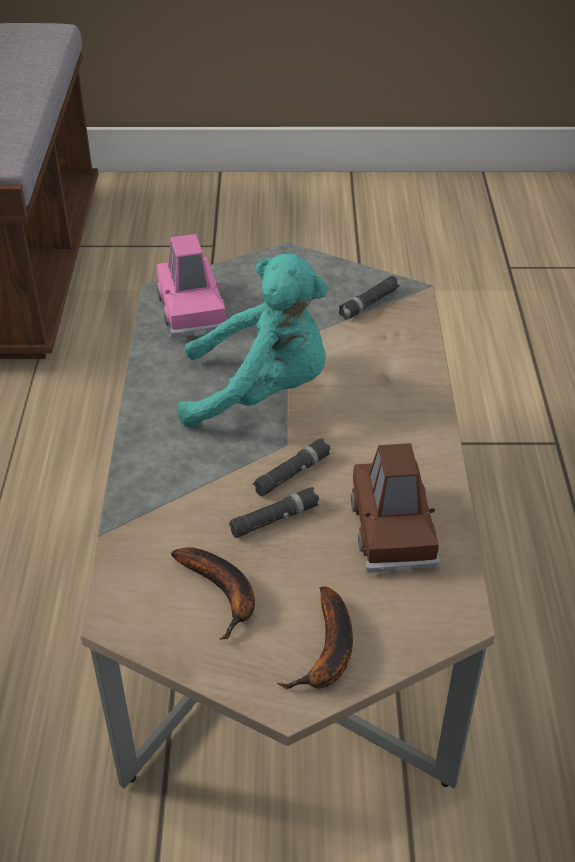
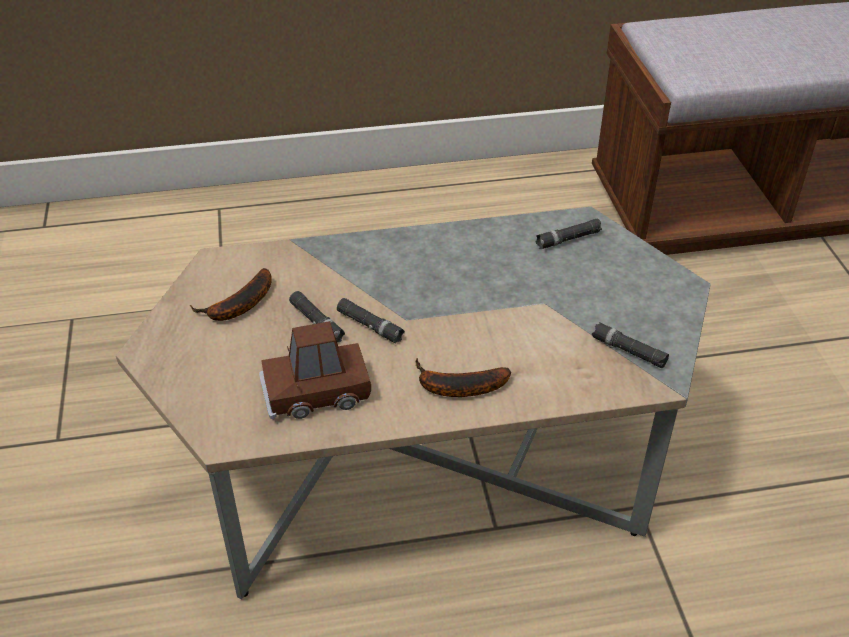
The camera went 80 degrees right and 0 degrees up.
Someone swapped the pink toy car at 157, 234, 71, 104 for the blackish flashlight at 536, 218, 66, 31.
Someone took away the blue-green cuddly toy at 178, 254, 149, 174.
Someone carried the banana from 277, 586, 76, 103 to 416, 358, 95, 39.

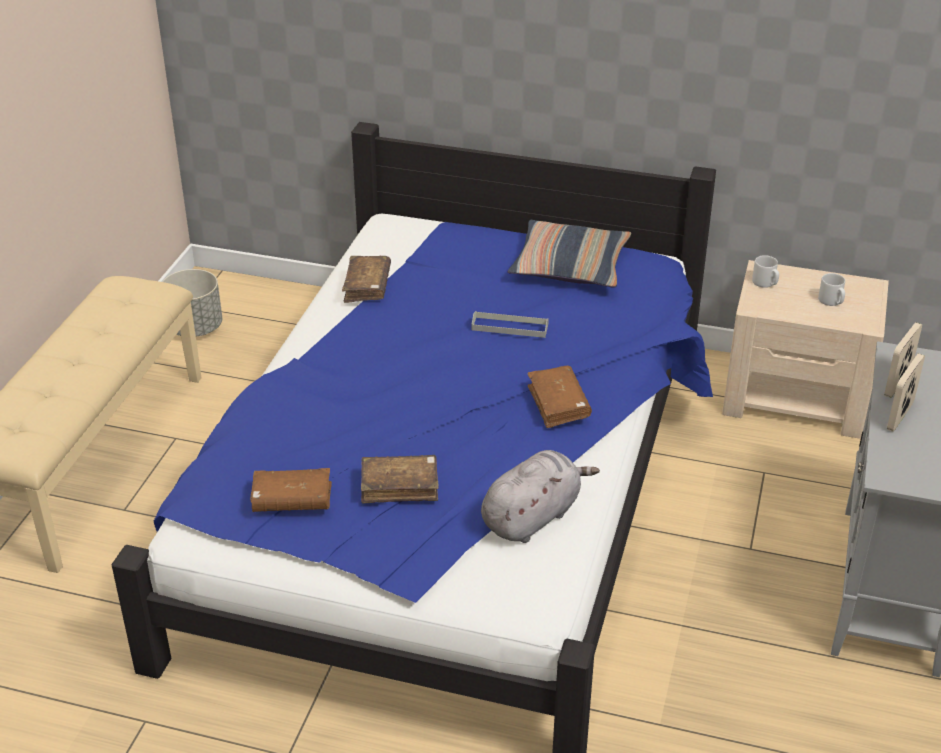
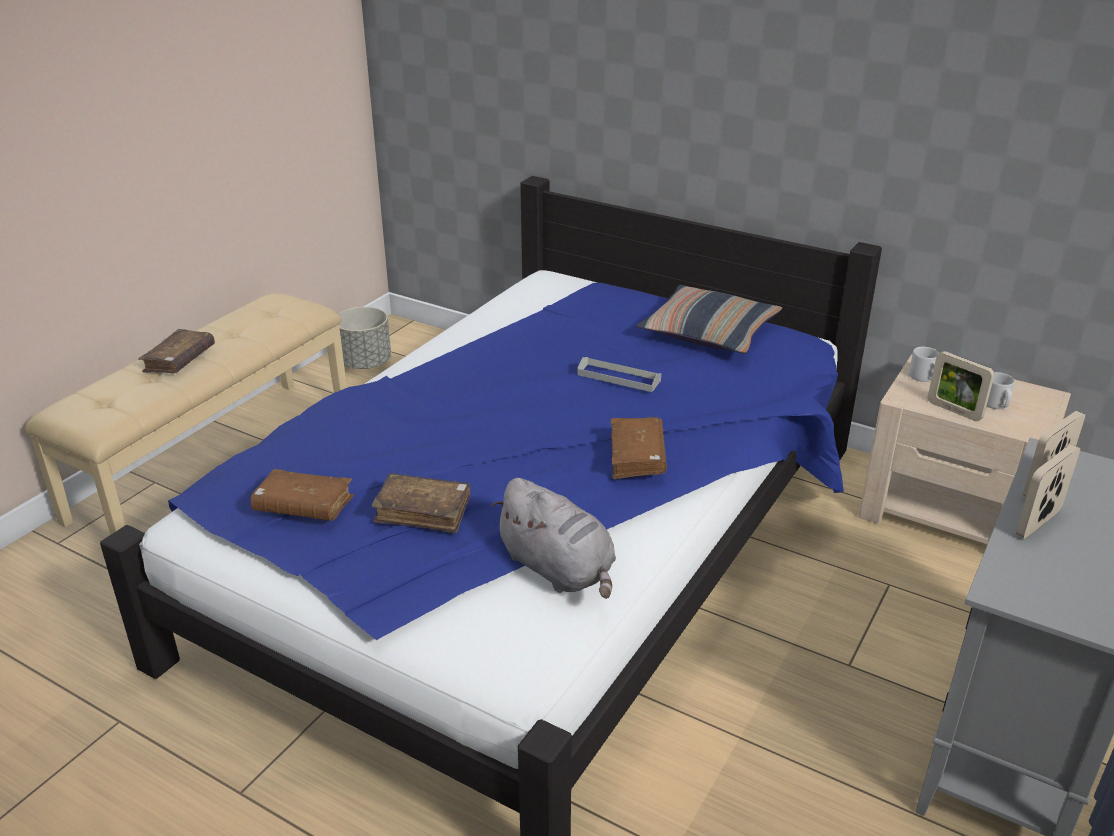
The camera went 15 degrees right and 5 degrees down.
Someone carried the brownish volume from 342, 256, 49, 47 to 138, 329, 77, 44.
Someone rotated the gray cuddly toy at 481, 450, 119, 93 by 75 degrees clockwise.
Someone put down the photo frame at 928, 351, 67, 70.

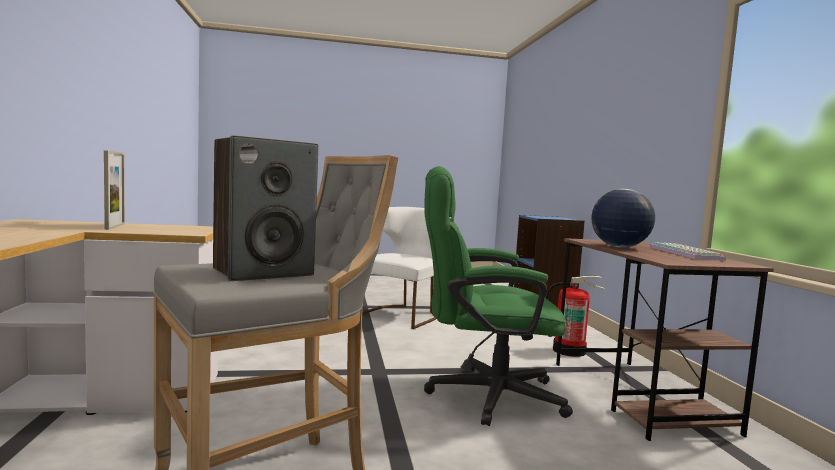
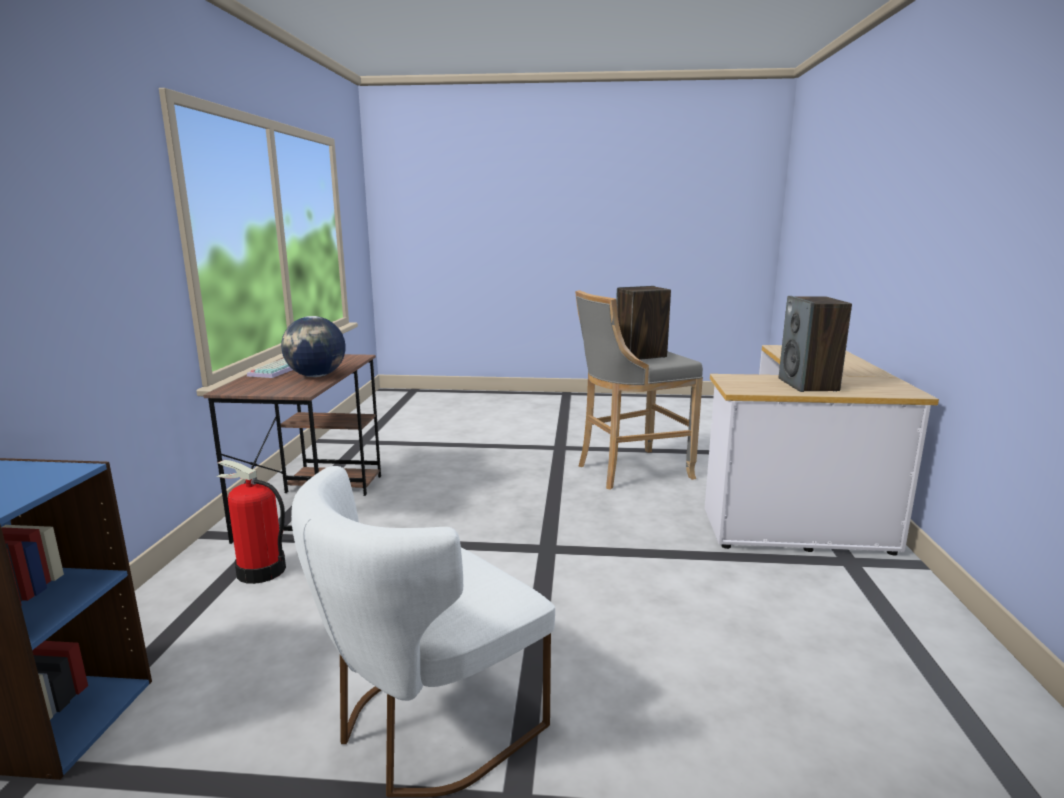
The camera went 165 degrees left and 10 degrees up.
Someone swapped the photo frame at 104, 150, 21, 80 for the loudspeaker at 779, 296, 73, 96.
Someone took away the green-coloured desk chair at 424, 166, 149, 260.

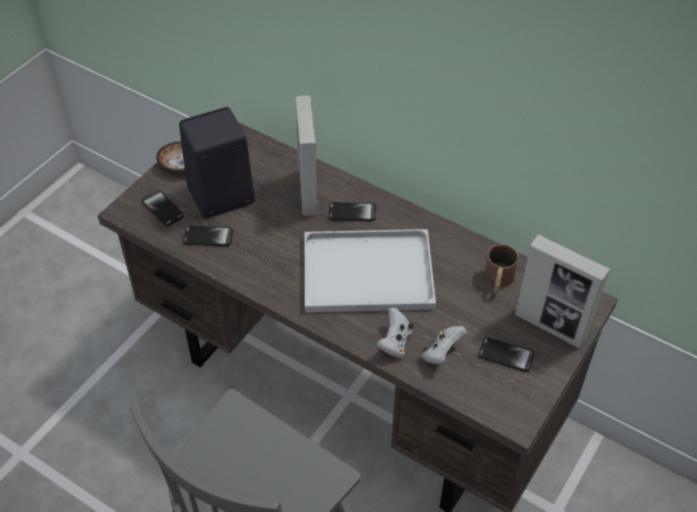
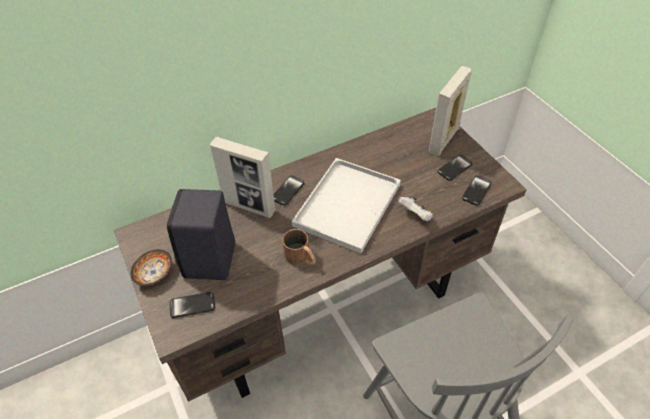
The camera went 60 degrees left and 0 degrees up.
Someone carried the phone from 183, 226, 50, 20 to 462, 176, 30, 30.
Someone took away the white joypad at 422, 326, 45, 38.
Someone carried the brownish mug from 484, 244, 35, 50 to 282, 229, 34, 36.
Someone rotated the photo frame at 515, 234, 95, 114 by 150 degrees clockwise.

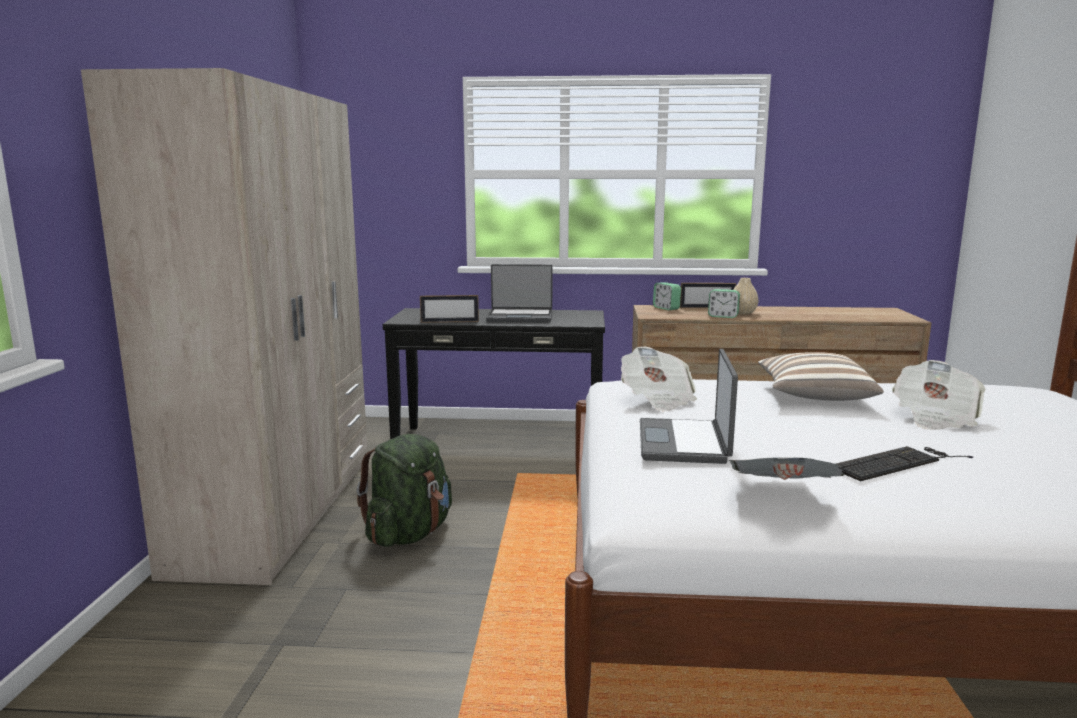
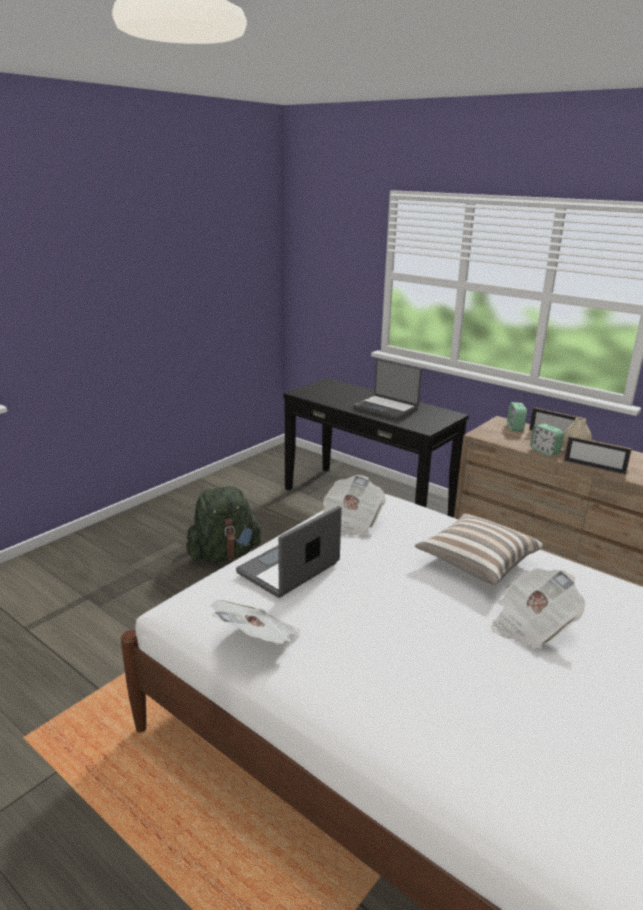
The camera went 35 degrees right and 10 degrees up.
Someone took away the beige armoire at 81, 68, 287, 517.
Someone carried the photo frame from 420, 295, 59, 28 to 564, 436, 68, 39.
Someone took away the PC keyboard at 836, 446, 137, 35.

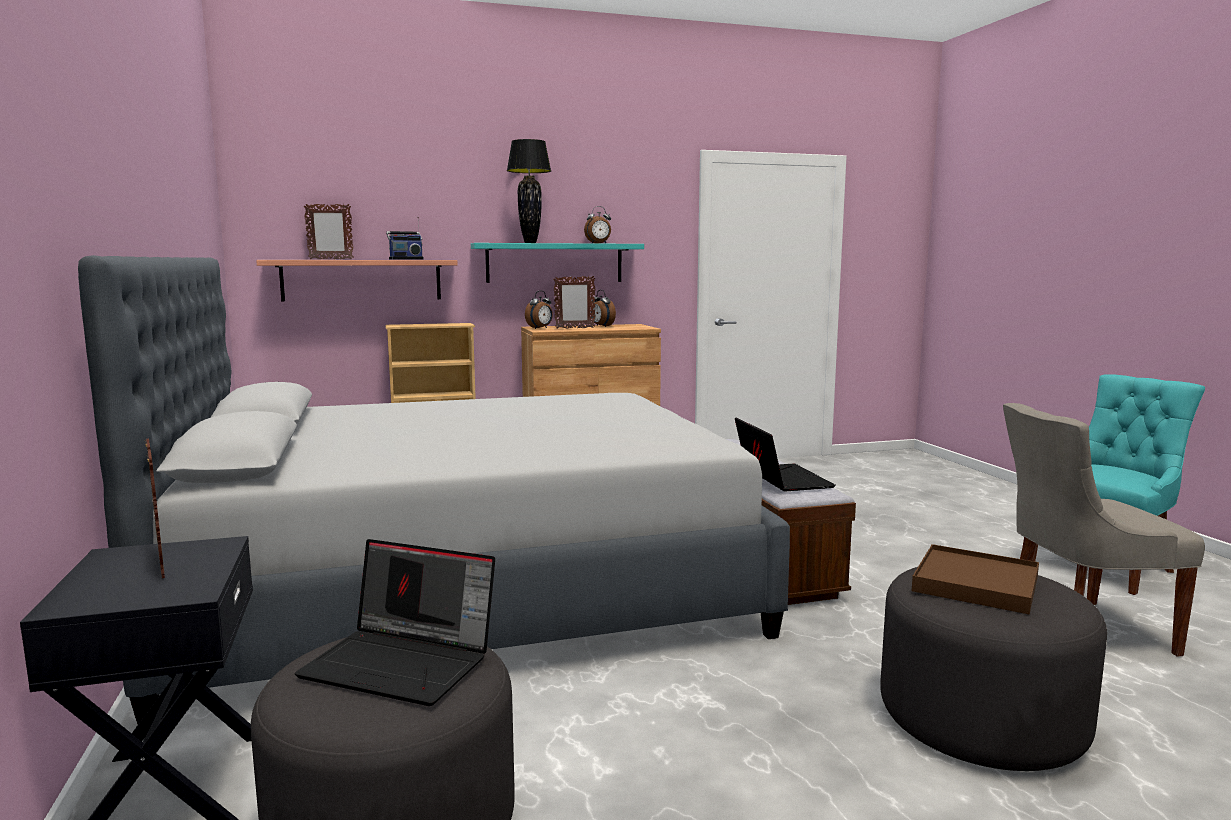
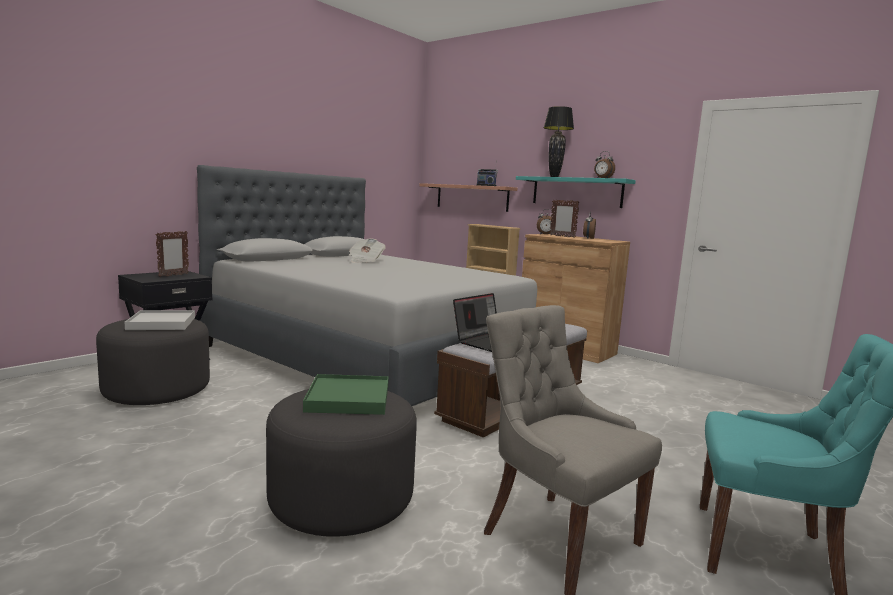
The camera went 55 degrees right and 0 degrees up.
Someone swapped the portable computer at 295, 539, 200, 167 for the white tray at 125, 310, 70, 20.
Someone took away the photo frame at 304, 204, 50, 55.
Someone repainted the brownish tray at 912, 544, 127, 70, which became the green-coloured tray at 303, 374, 86, 41.
Someone put down the printed paper at 349, 238, 37, 25.

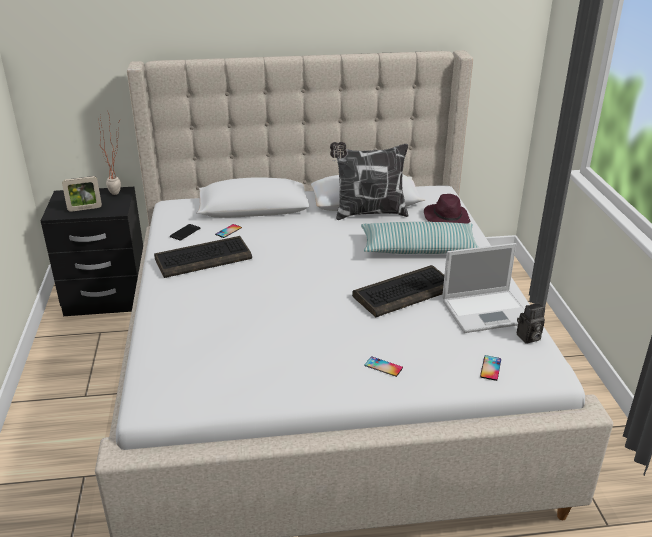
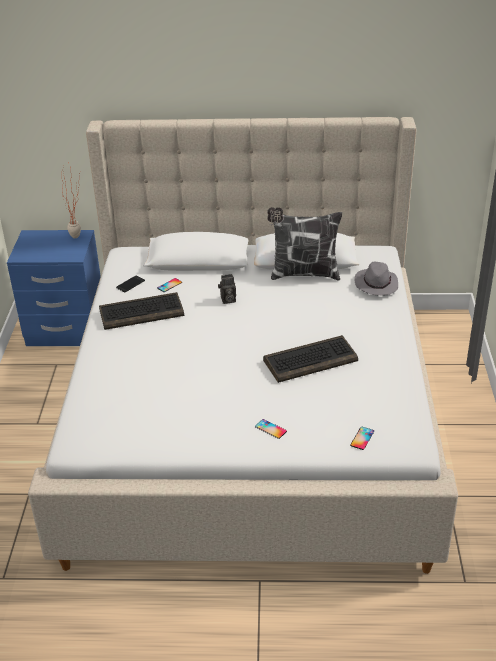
The camera went 10 degrees right and 5 degrees up.
Someone repainted the blackish night table at 41, 187, 102, 129, which became the bluish night table at 7, 230, 94, 116.
Someone took away the photo frame at 62, 176, 40, 36.
Someone took away the throw pillow at 361, 222, 118, 32.
Someone repainted the purplish clothing hat at 424, 194, 46, 29, which became the gray clothing hat at 354, 262, 44, 33.
Someone took away the portable computer at 442, 243, 83, 90.
Someone carried the photo camera from 517, 303, 28, 40 to 218, 274, 18, 30.

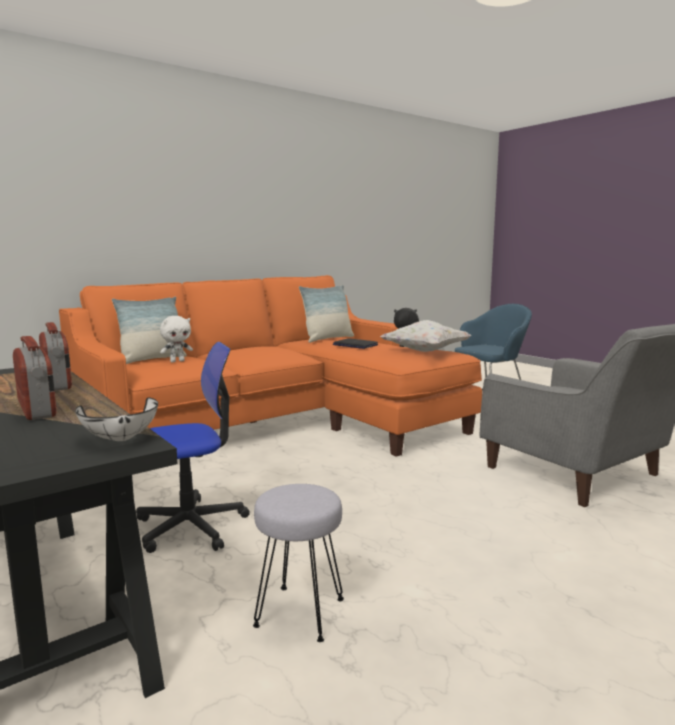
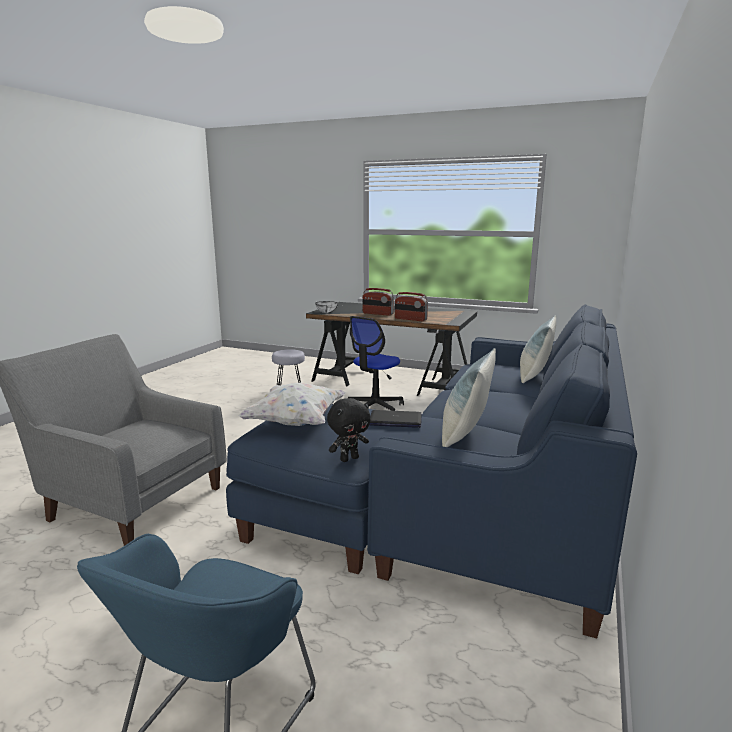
The camera went 150 degrees right and 5 degrees up.
Someone repainted the orangey sofa at 59, 275, 423, 182, which became the bluish sofa at 226, 304, 411, 334.
Someone took away the white cuddly toy at 160, 316, 33, 46.

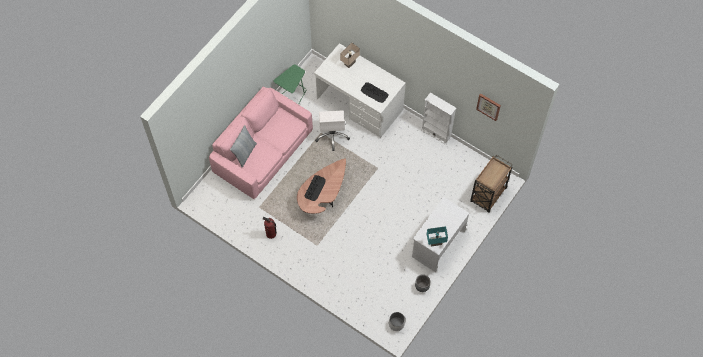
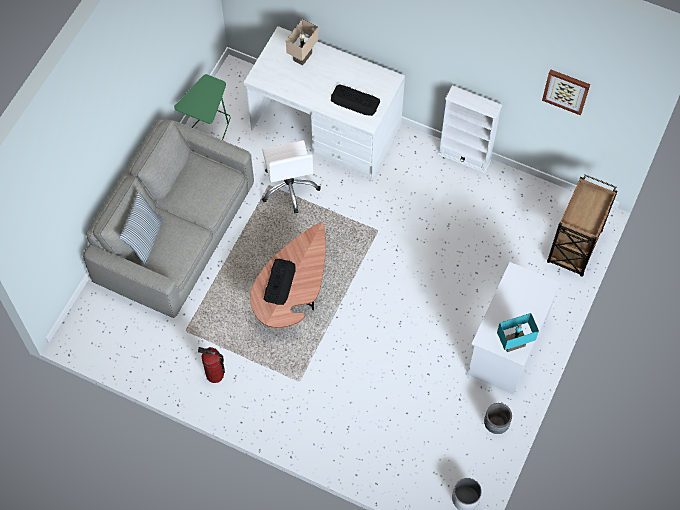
The camera went 10 degrees left and 0 degrees up.
Someone repainted the pink sofa at 209, 87, 104, 112, which became the gray sofa at 83, 119, 171, 199.

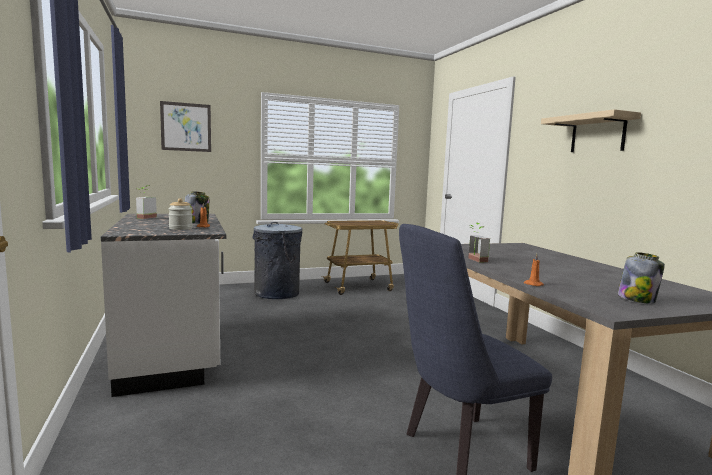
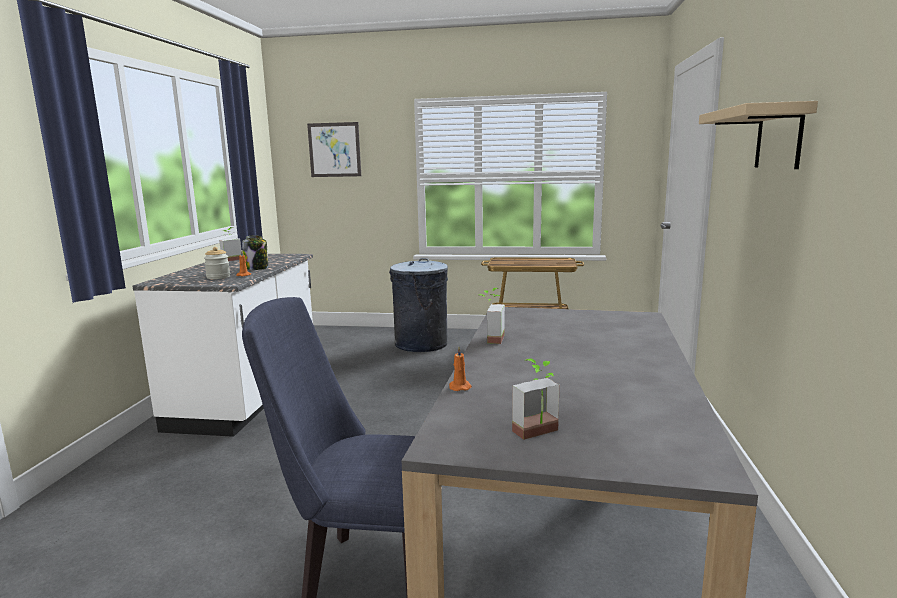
The camera went 30 degrees right and 5 degrees up.
Someone swapped the storage jar at 618, 252, 47, 52 for the potted plant at 512, 359, 48, 81.

